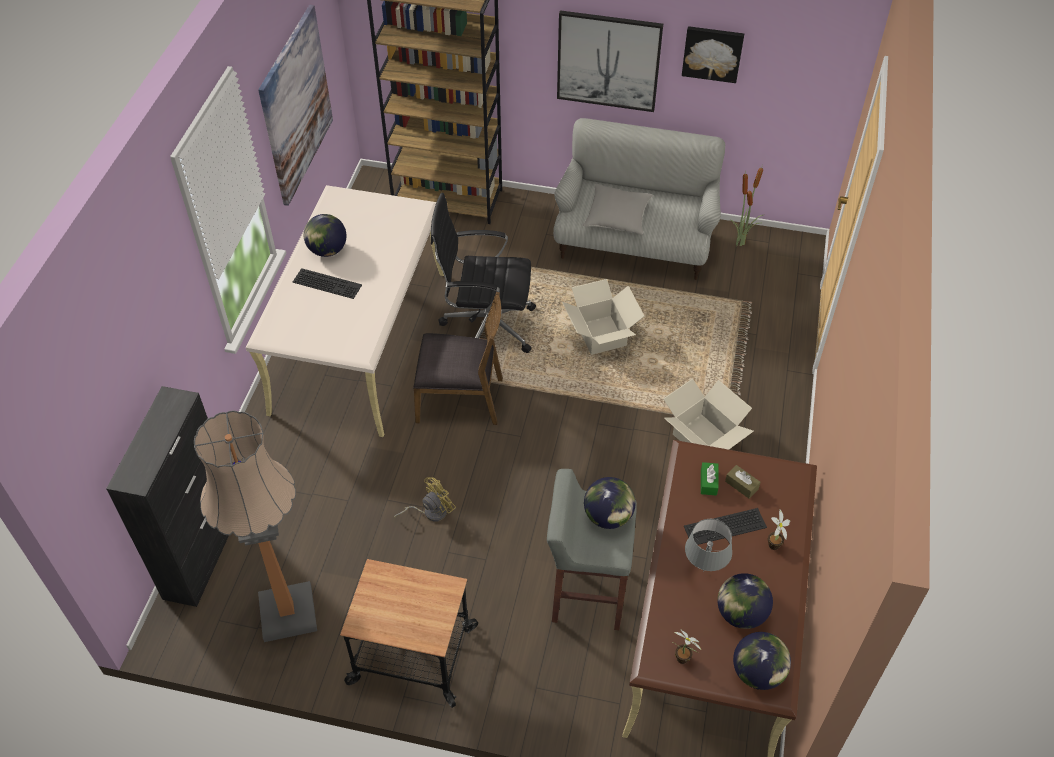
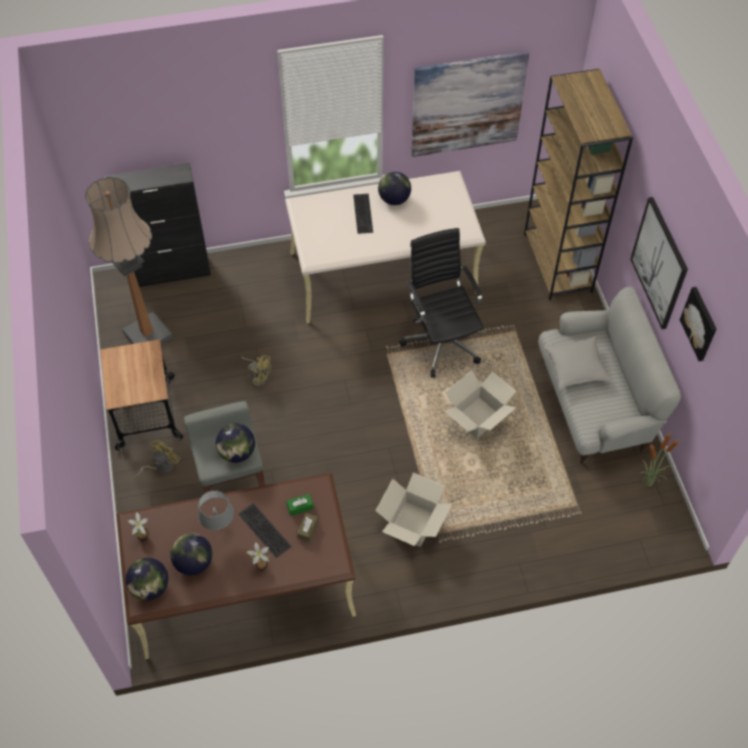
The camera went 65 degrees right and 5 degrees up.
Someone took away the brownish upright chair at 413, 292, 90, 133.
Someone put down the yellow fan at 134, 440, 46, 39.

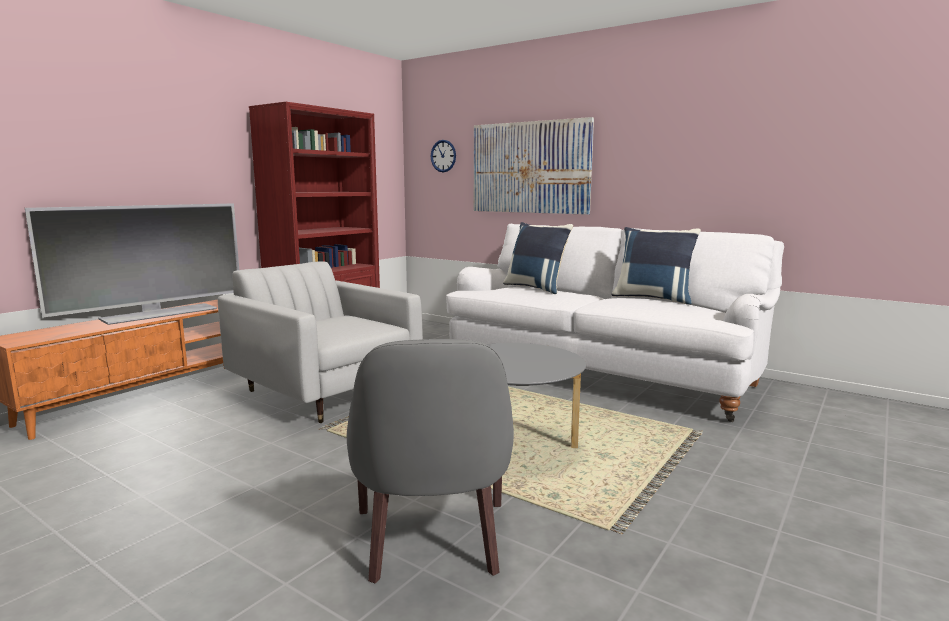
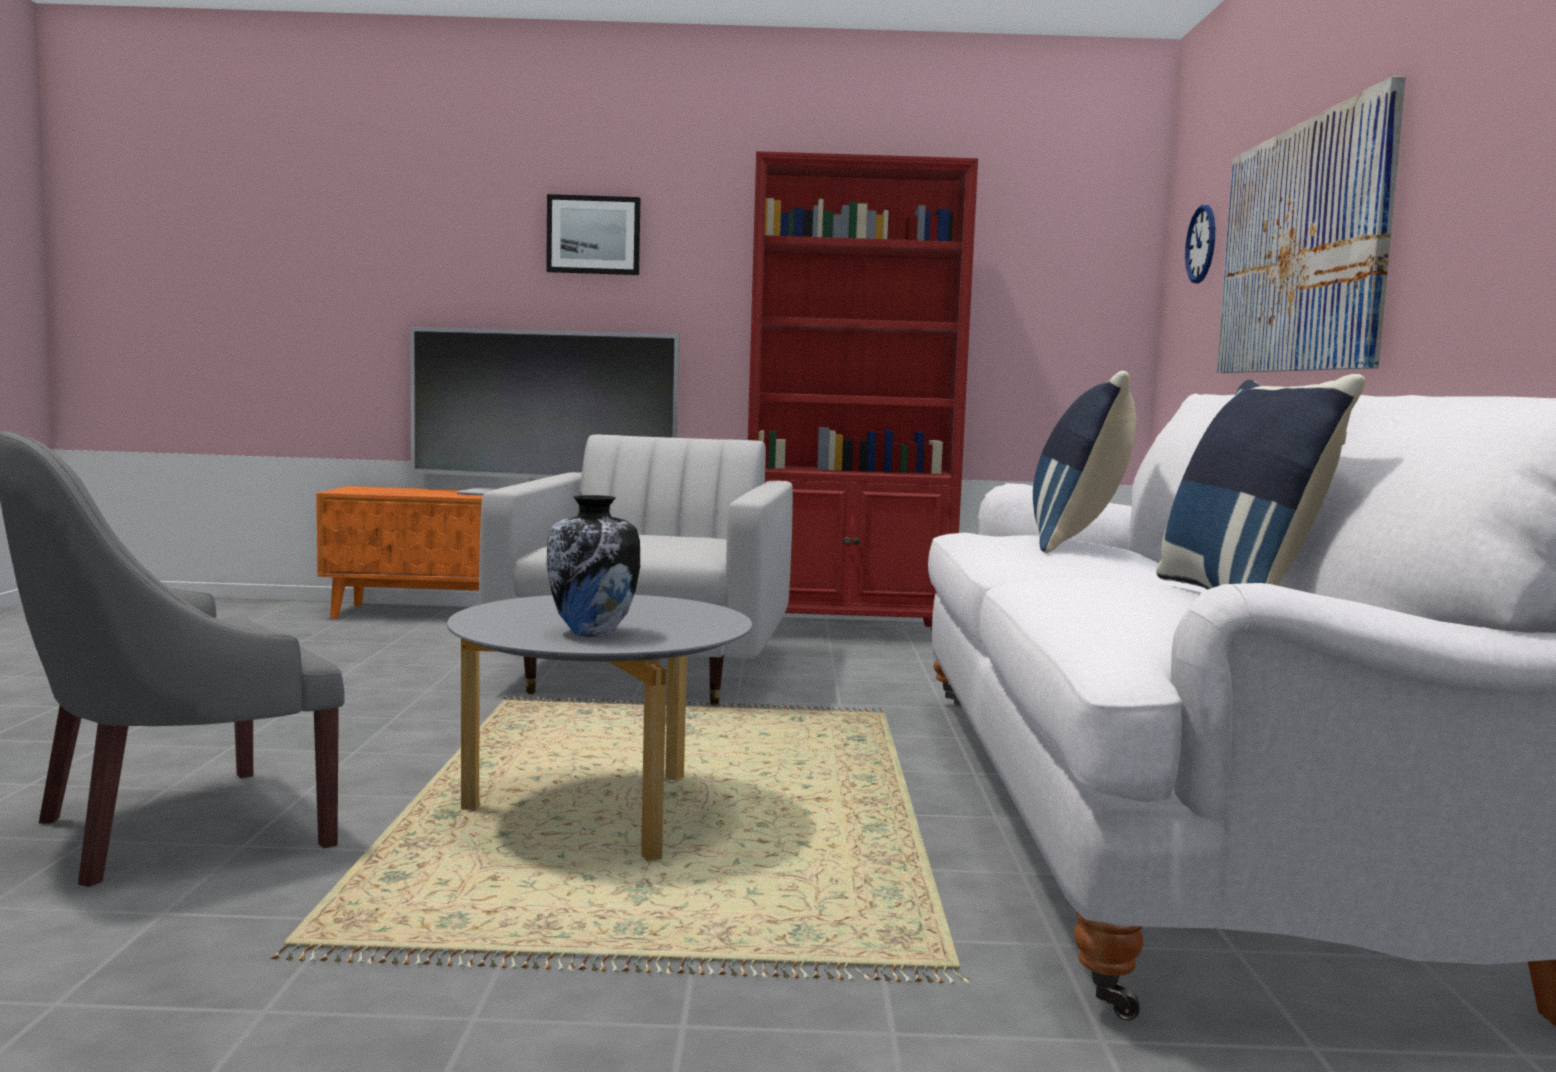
The camera went 55 degrees right and 5 degrees down.
Someone put up the picture at 546, 194, 94, 81.
Someone put down the vase at 547, 495, 93, 142.

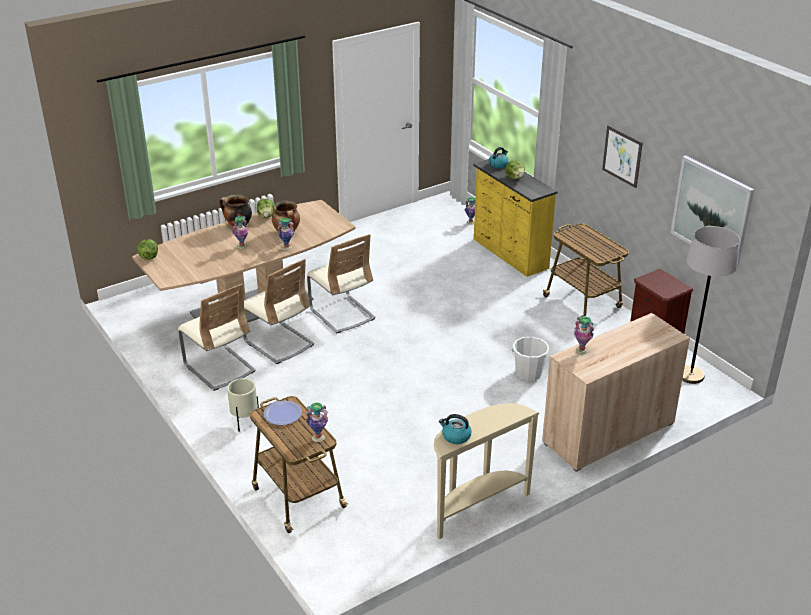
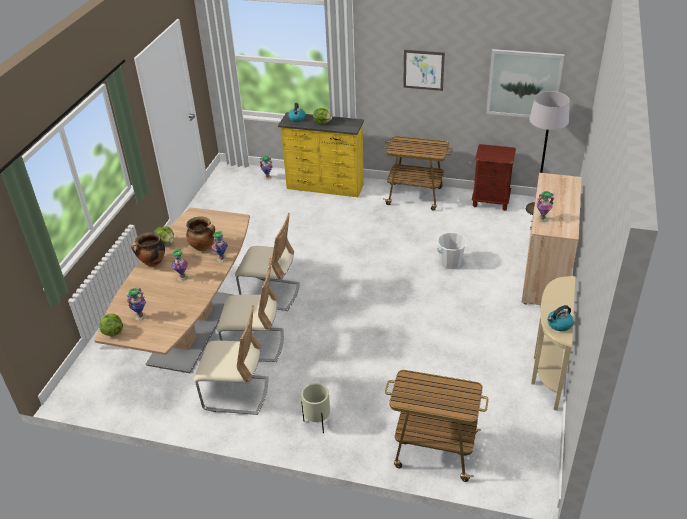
The camera went 40 degrees left and 5 degrees up.
Someone took away the dinner plate at 264, 401, 38, 24.
Someone carried the vase from 305, 402, 23, 40 to 127, 288, 19, 33.

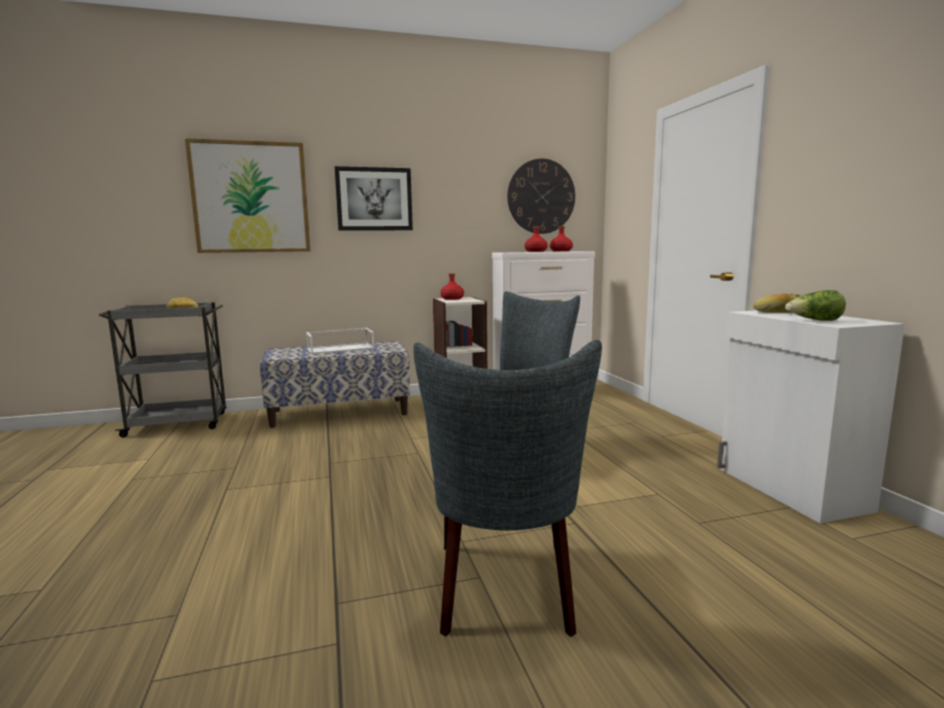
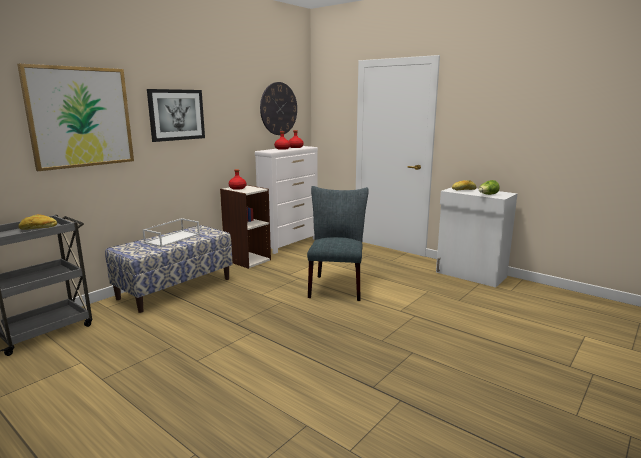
The camera went 35 degrees left and 5 degrees up.
Someone took away the gray upright chair at 413, 340, 189, 297.

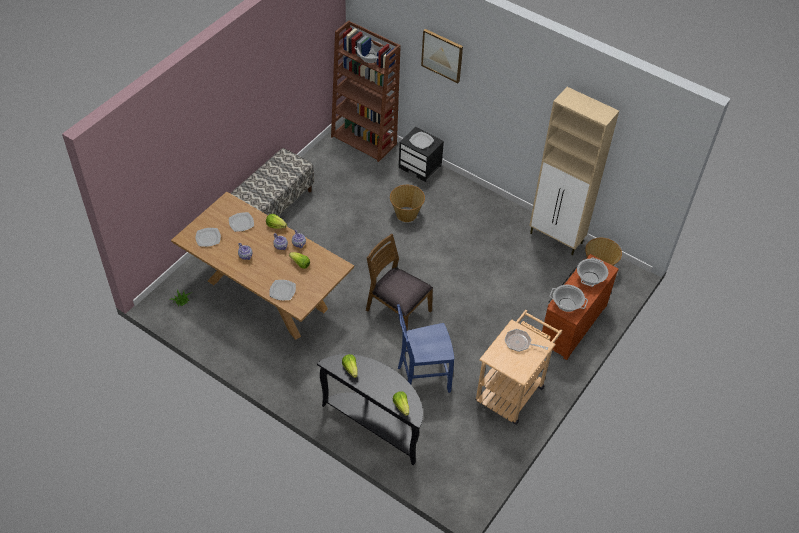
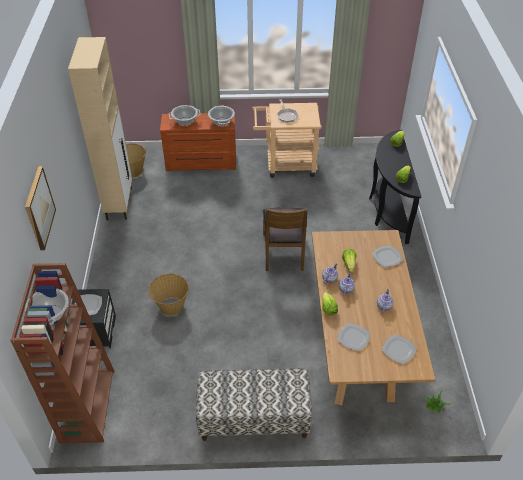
The camera went 125 degrees left and 5 degrees down.
Someone took away the bluish upright chair at 397, 304, 57, 89.

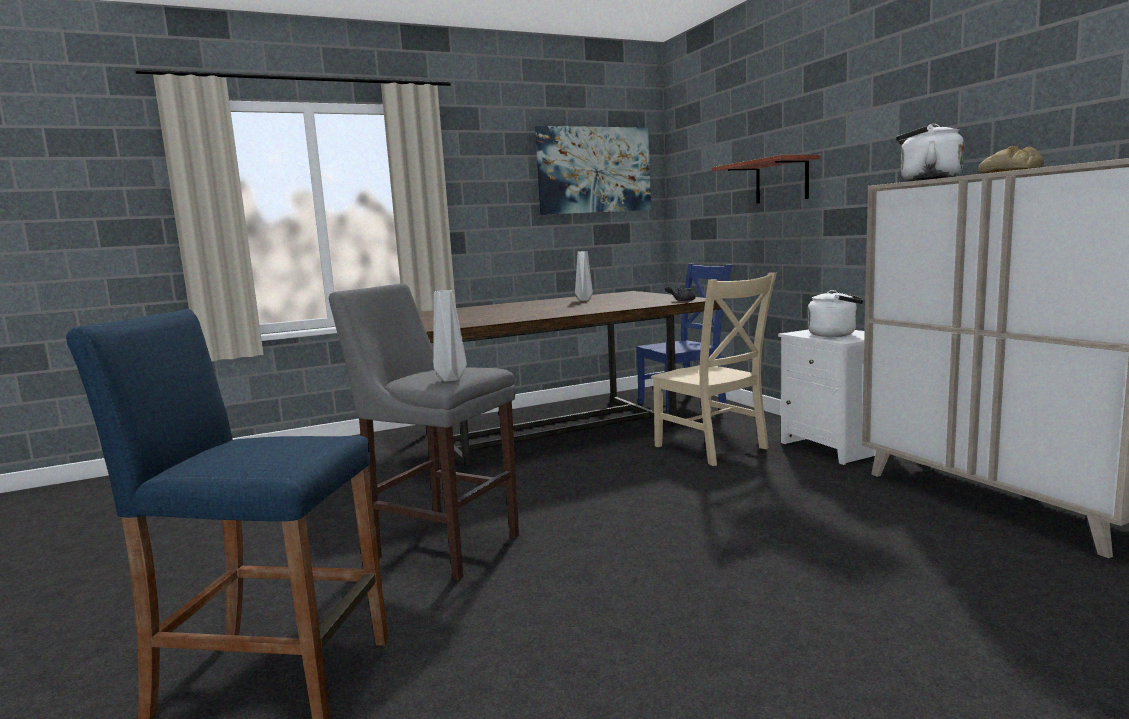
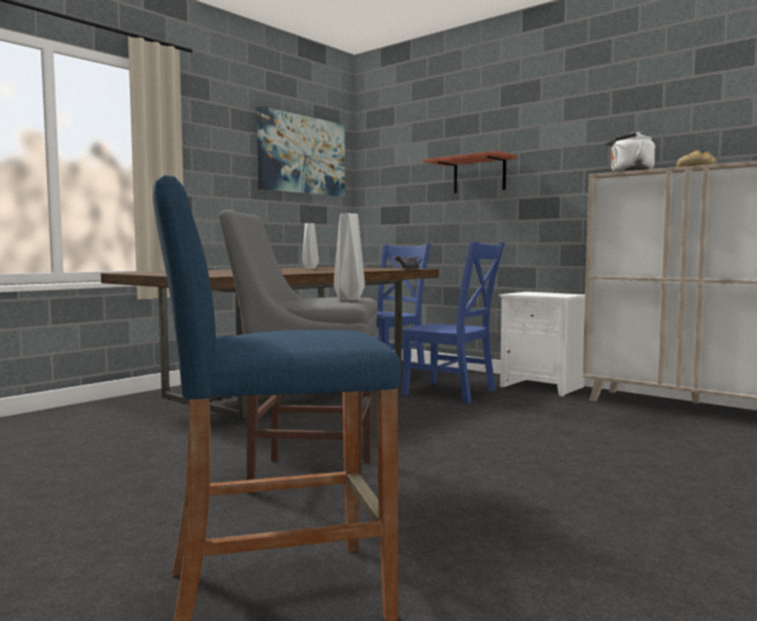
The camera went 25 degrees left and 5 degrees down.
Someone repainted the beige upright chair at 651, 273, 126, 193, which became the bluish upright chair at 401, 241, 104, 163.
Someone took away the white water kettle at 807, 290, 56, 47.

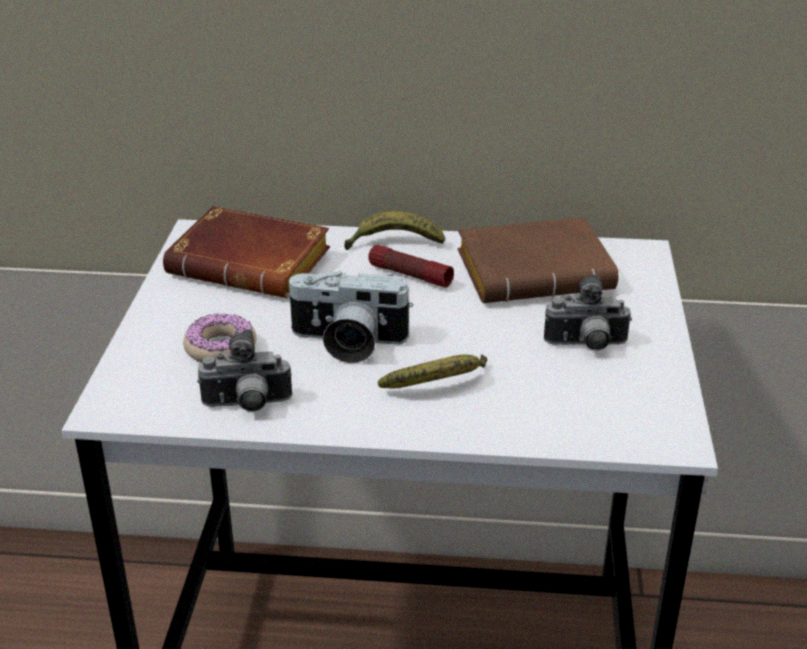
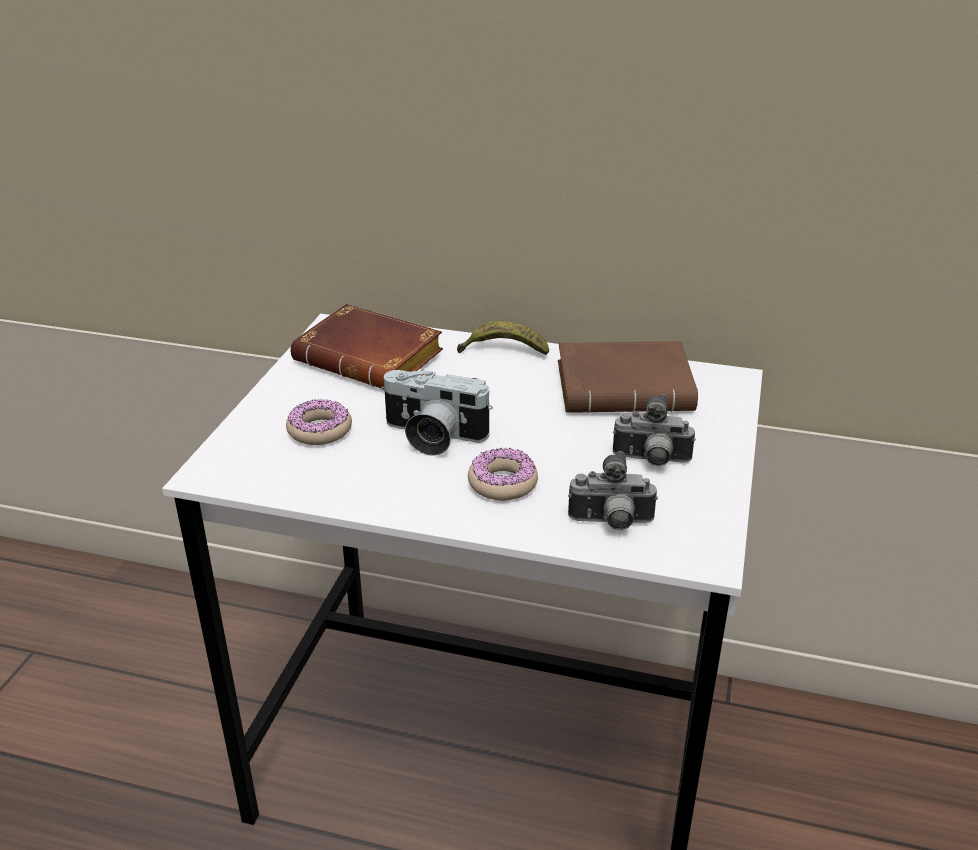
The camera went 10 degrees right and 0 degrees up.
Someone carried the photo camera from 197, 329, 95, 83 to 568, 451, 90, 79.
Someone took away the flashlight at 368, 245, 86, 43.
Someone swapped the banana at 378, 354, 109, 34 for the ring doughnut at 468, 447, 70, 54.

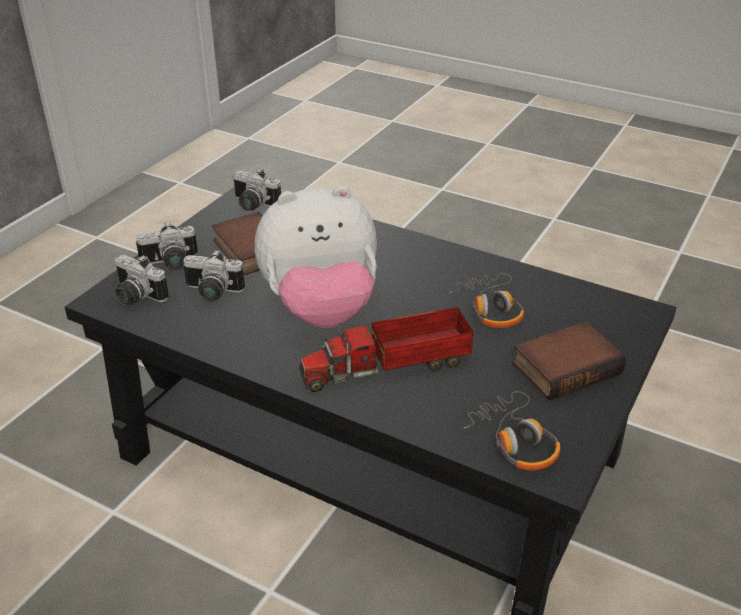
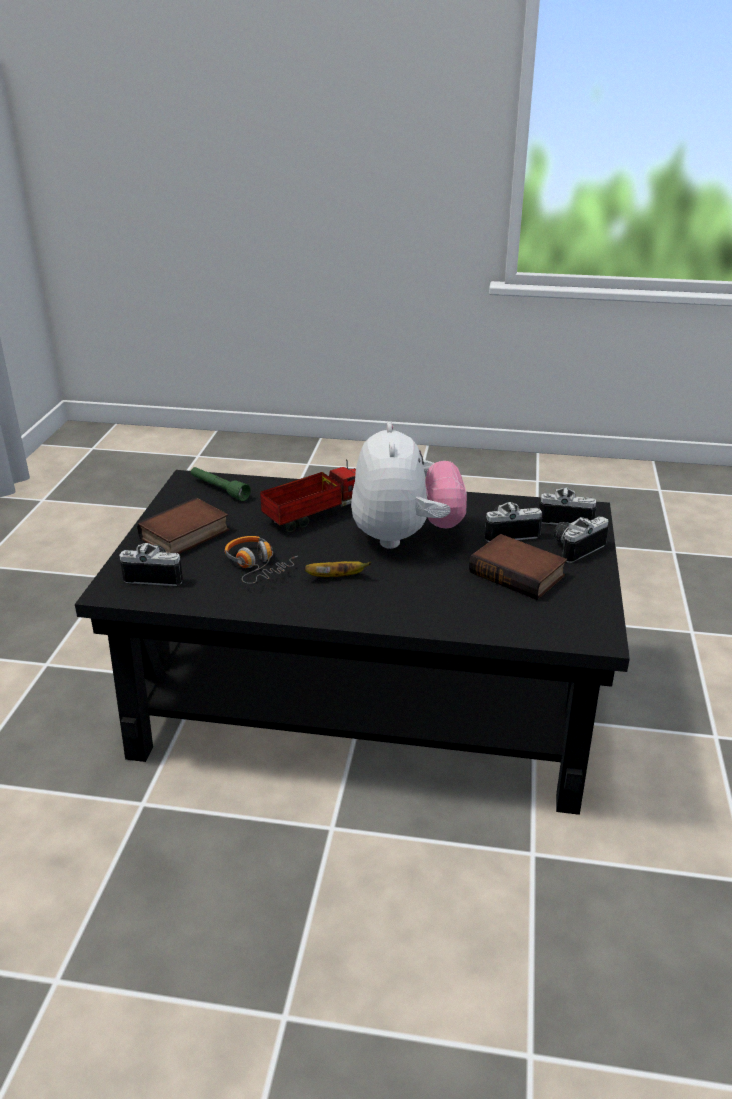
The camera went 160 degrees right and 5 degrees down.
Someone carried the photo camera from 233, 168, 48, 43 to 119, 543, 64, 43.
Someone rotated the cuddly toy at 255, 186, 122, 142 by 120 degrees clockwise.
Someone swapped the pair of headphones at 464, 391, 96, 79 for the green-coloured flashlight at 191, 467, 60, 34.
Someone put down the banana at 304, 561, 67, 16.

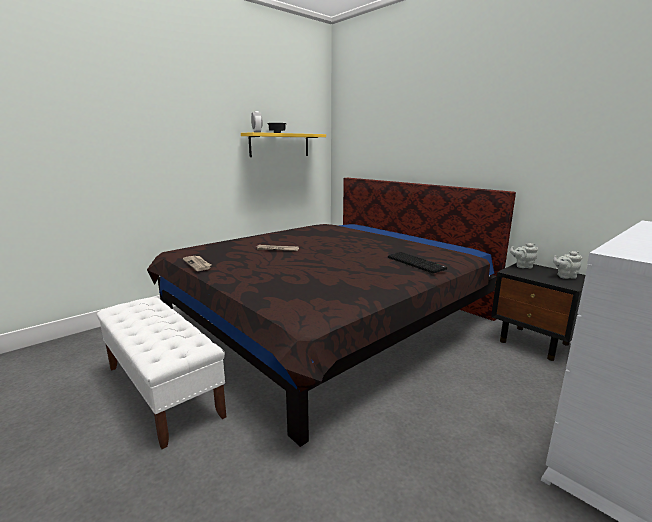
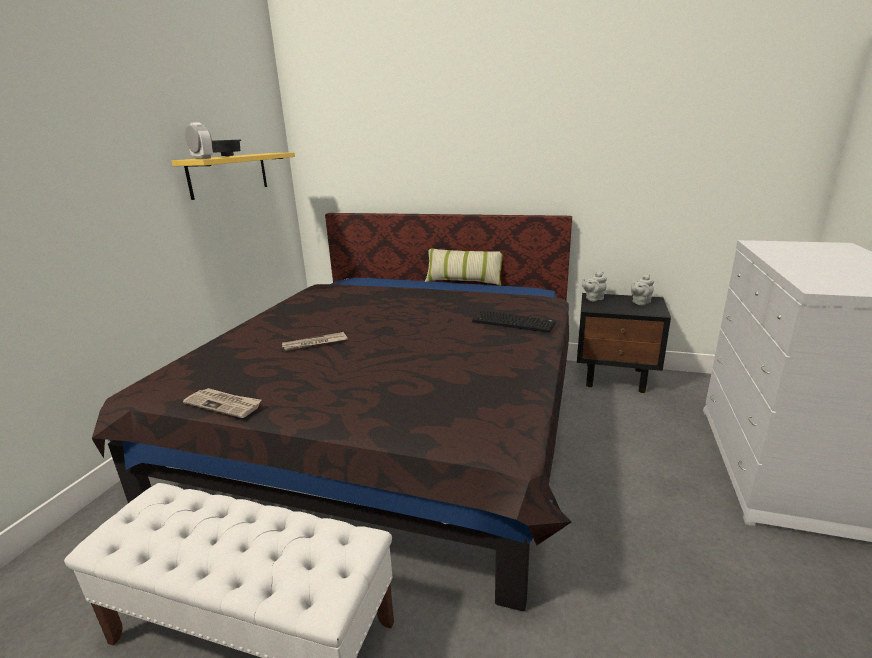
The camera went 30 degrees left and 5 degrees up.
Someone put down the throw pillow at 425, 249, 78, 37.

